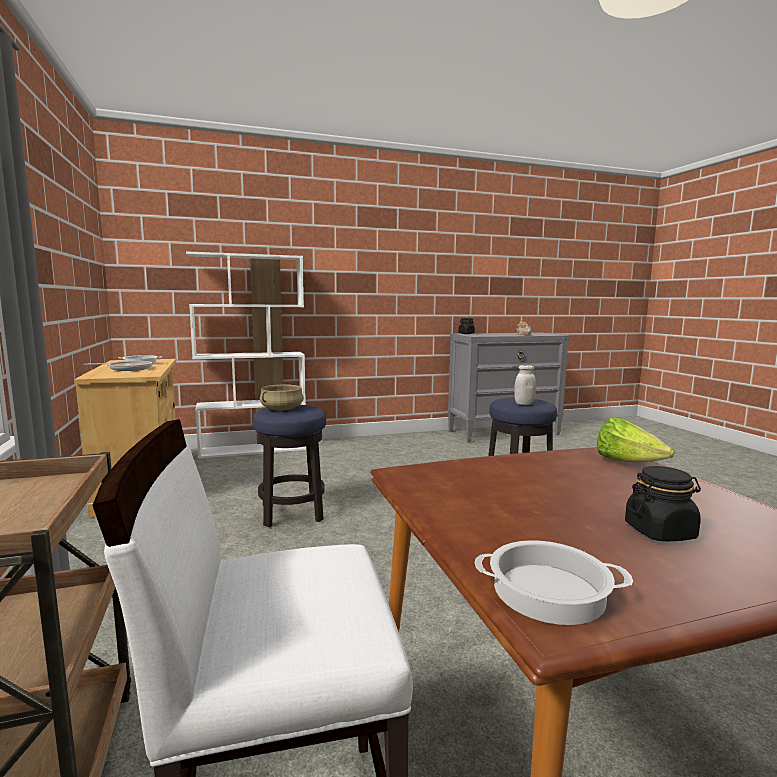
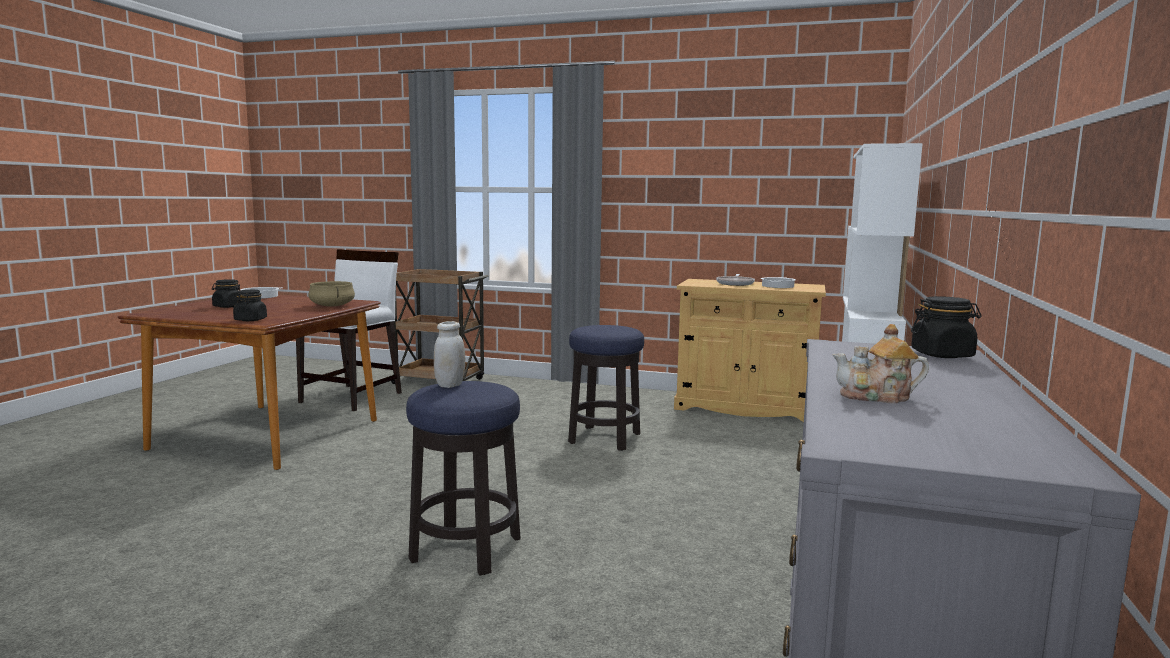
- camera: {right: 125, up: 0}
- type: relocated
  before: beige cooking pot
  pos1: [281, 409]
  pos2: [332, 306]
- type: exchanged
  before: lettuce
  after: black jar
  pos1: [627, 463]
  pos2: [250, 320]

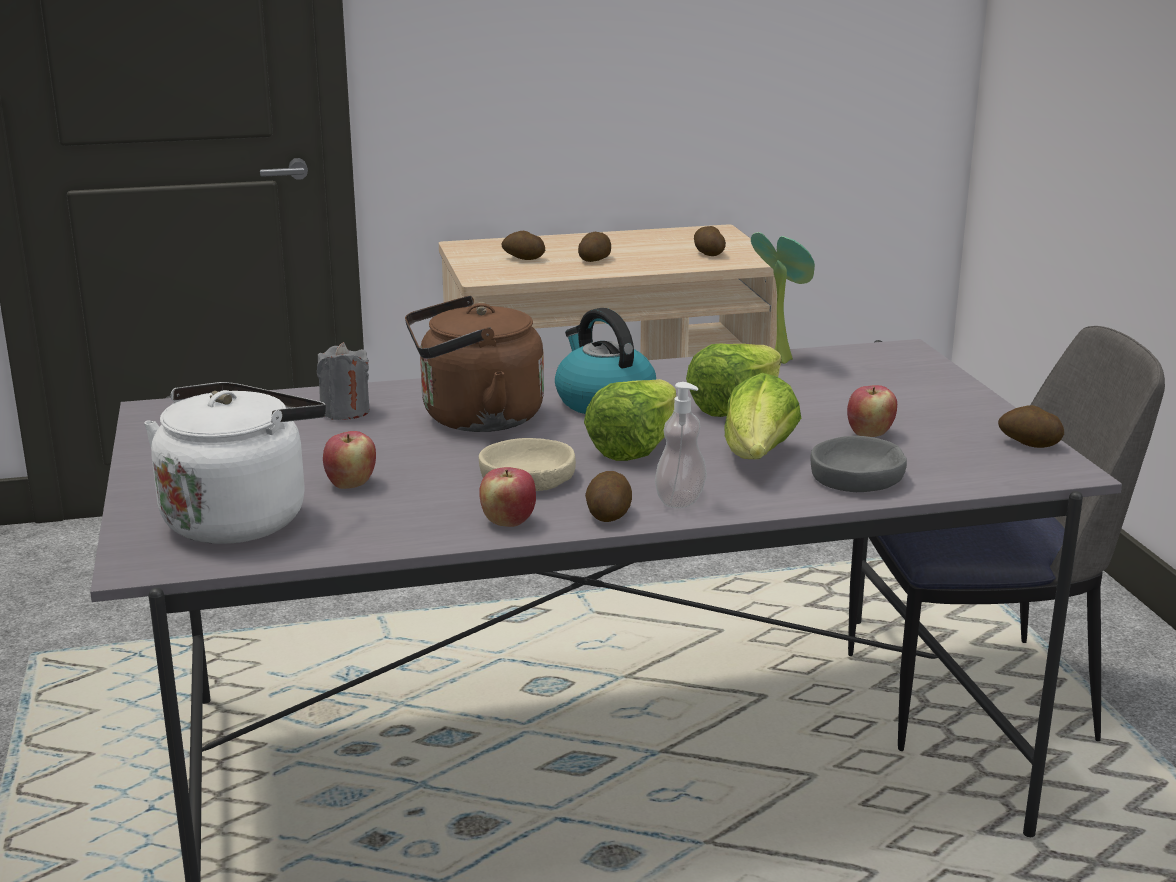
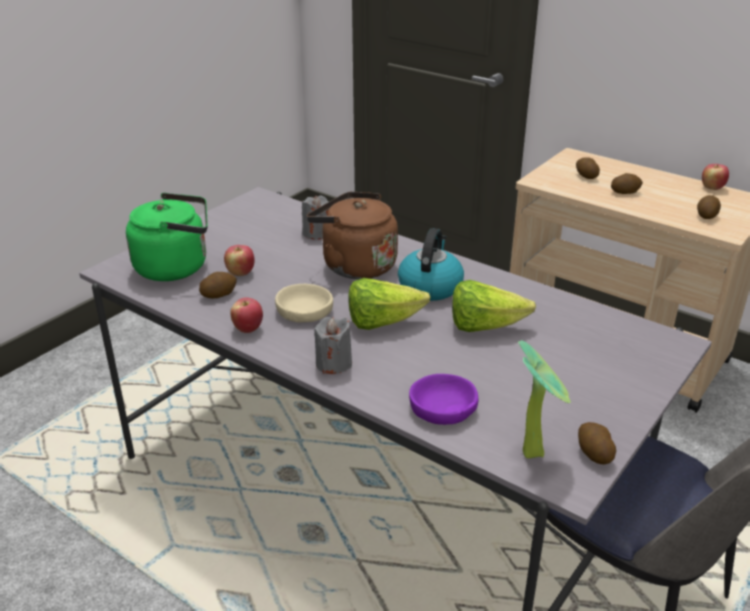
- camera: {right: 50, up: 10}
- type: relocated
  before: potted plant
  pos1: [780, 359]
  pos2: [535, 451]
- type: missing
  before: lettuce
  pos1: [758, 458]
- type: colour
  before: white kettle
  after: green kettle
  pos1: [240, 518]
  pos2: [176, 267]
- type: exchanged
  before: soap dispenser
  after: grey candle
  pos1: [680, 500]
  pos2: [333, 363]
- type: relocated
  before: apple
  pos1: [869, 433]
  pos2: [712, 188]
- type: colour
  before: grey bowl
  after: purple bowl
  pos1: [857, 477]
  pos2: [443, 407]
- type: relocated
  before: potato
  pos1: [608, 514]
  pos2: [219, 294]

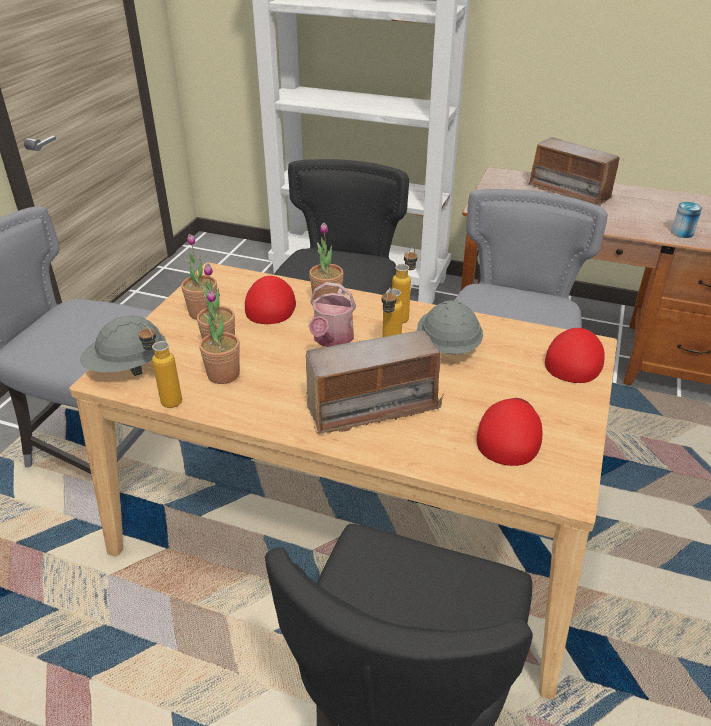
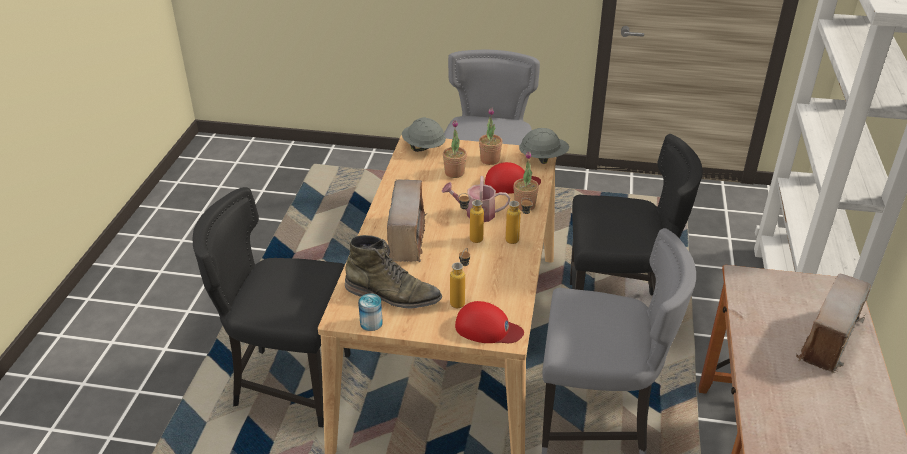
- camera: {right: 80, up: 0}
- type: relocated
  before: can
  pos1: [682, 233]
  pos2: [371, 323]
- type: missing
  before: potted plant
  pos1: [223, 374]
- type: relocated
  before: grey hard hat
  pos1: [447, 348]
  pos2: [543, 158]
- type: relocated
  before: bottle
  pos1: [166, 398]
  pos2: [460, 300]
- type: spun
  before: radio
  pos1: [372, 407]
  pos2: [406, 237]
  turn: -150
- type: exchanged
  before: red cap
  after: green boot
  pos1: [510, 433]
  pos2: [393, 295]

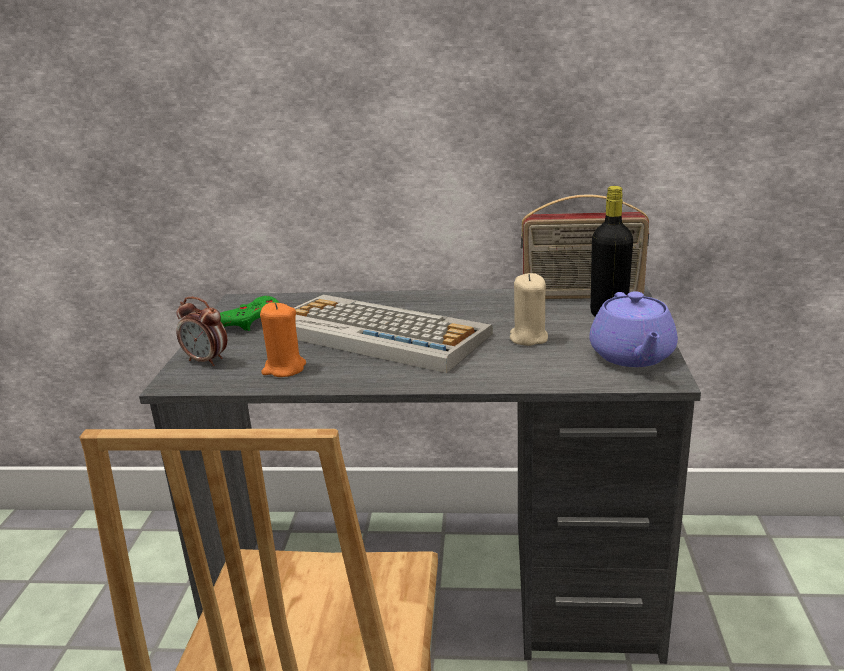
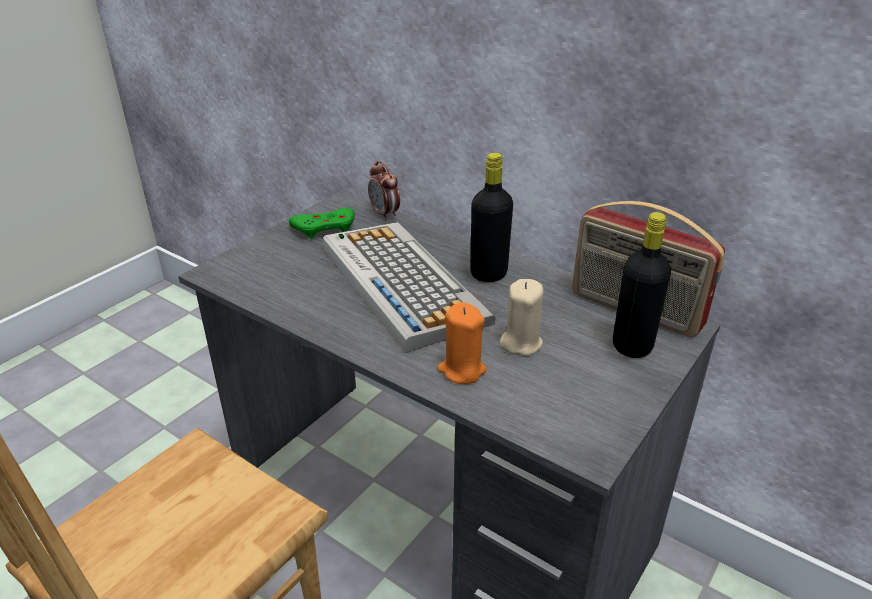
- camera: {right: 30, up: 10}
- type: missing
  before: purple teapot
  pos1: [632, 356]
- type: relocated
  before: alarm clock
  pos1: [206, 361]
  pos2: [385, 214]
- type: relocated
  before: orange candle
  pos1: [284, 369]
  pos2: [461, 370]
- type: appeared
  after: black bottle
  pos2: [488, 274]

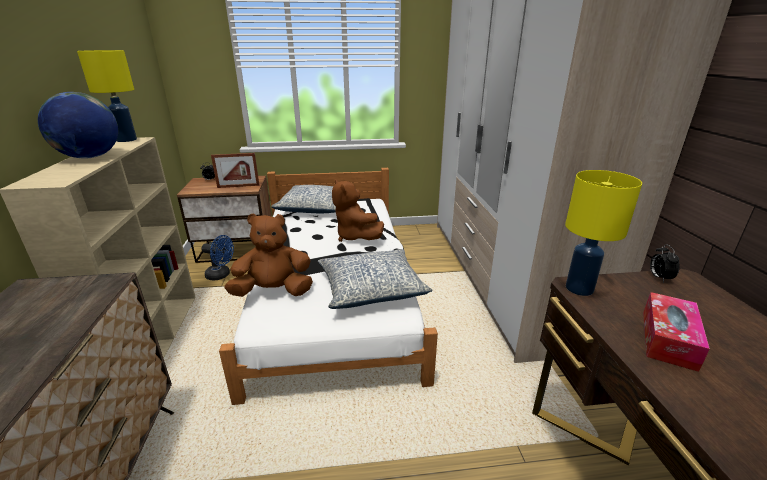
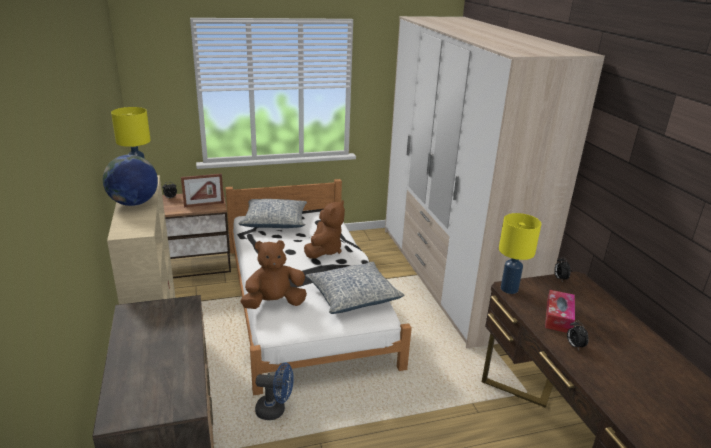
- camera: {right: -10, up: 0}
- type: spun
  before: brown plush toy
  pos1: [355, 236]
  pos2: [324, 250]
  turn: -120
- type: relocated
  before: blue fan
  pos1: [221, 275]
  pos2: [275, 410]
- type: appeared
  after: alarm clock
  pos2: [574, 345]

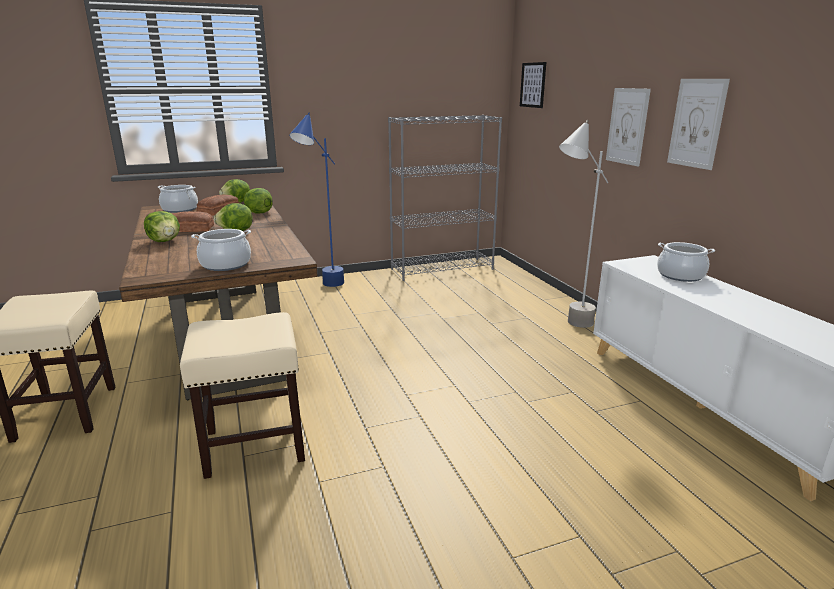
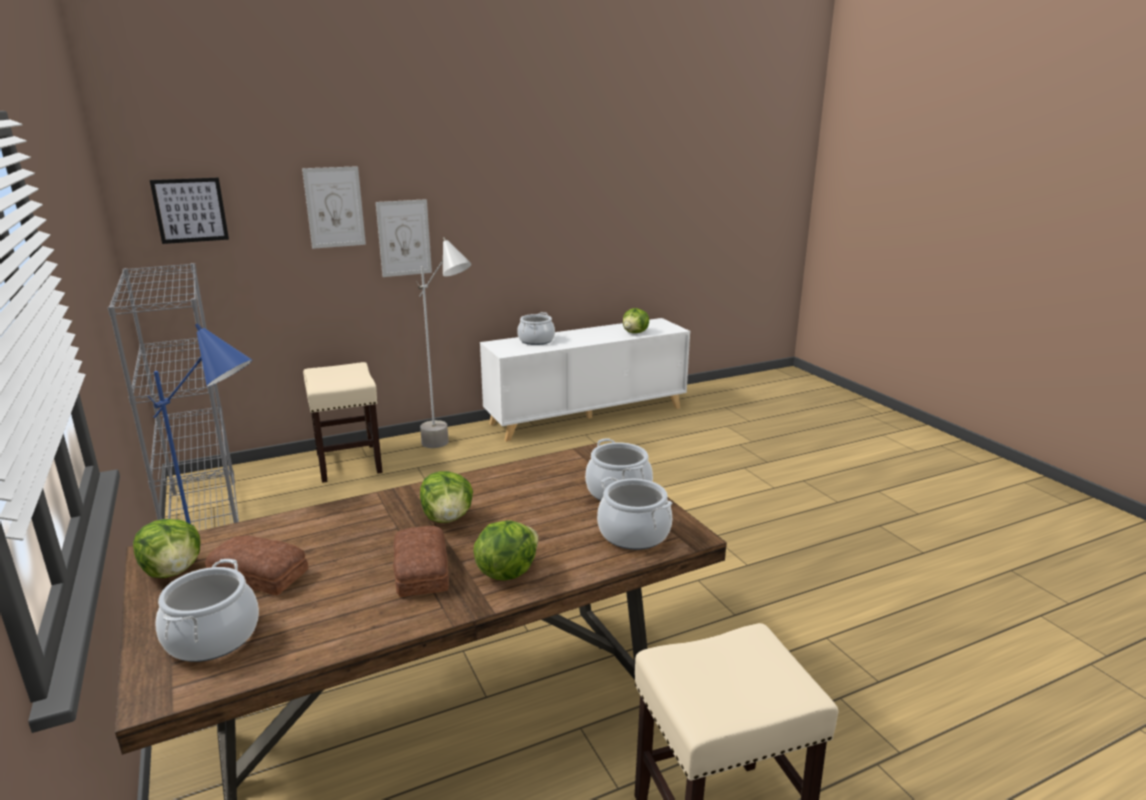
- camera: {right: -95, up: 0}
- type: relocated
  before: picture
  pos1: [696, 123]
  pos2: [334, 207]
- type: relocated
  before: lettuce
  pos1: [258, 213]
  pos2: [635, 333]
- type: relocated
  before: beige stool
  pos1: [253, 446]
  pos2: [349, 463]
- type: appeared
  after: cooking pot
  pos2: [634, 533]

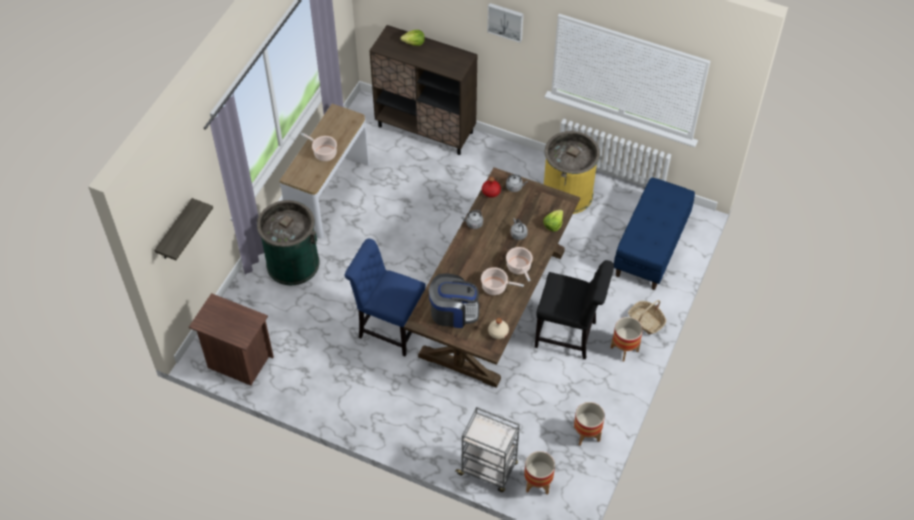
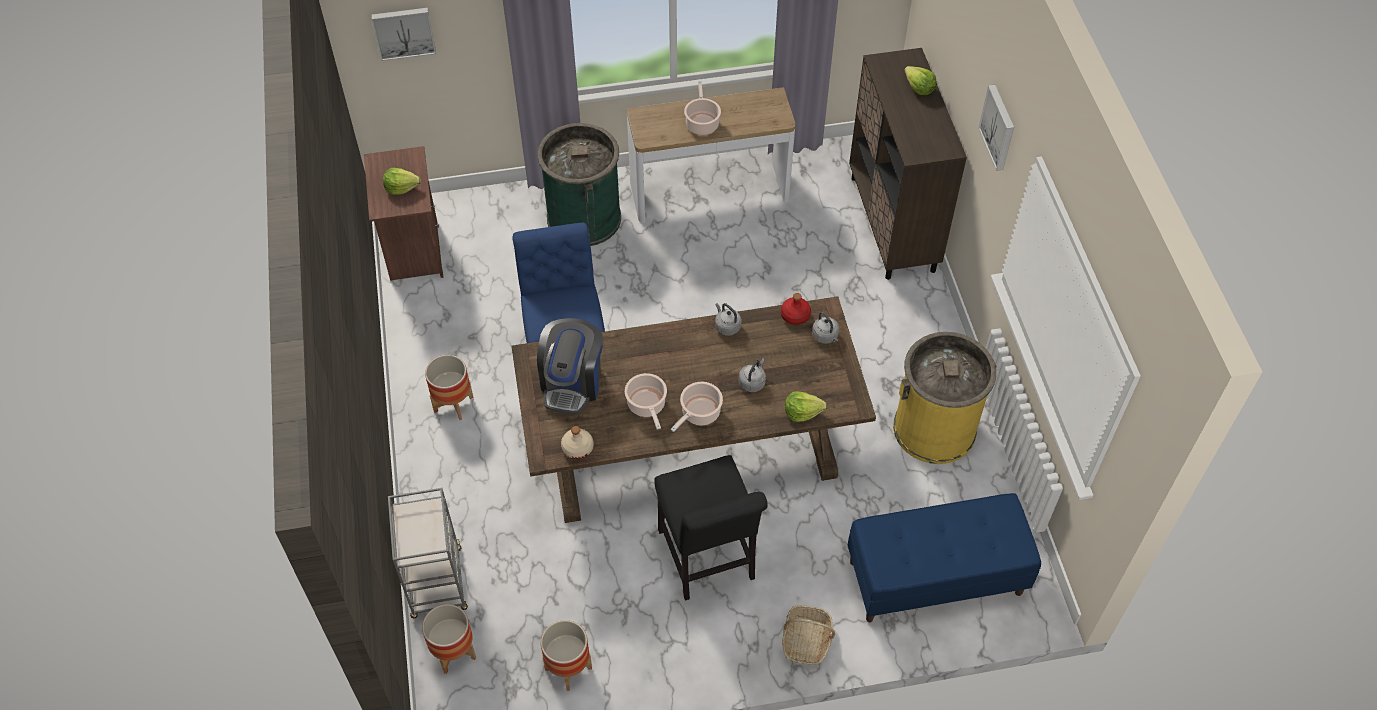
- camera: {right: 55, up: 0}
- type: exchanged
  before: shelf
  after: picture
  pos1: [175, 231]
  pos2: [404, 32]
- type: spun
  before: coffee machine
  pos1: [453, 312]
  pos2: [572, 383]
  turn: 45
- type: relocated
  before: planter
  pos1: [624, 349]
  pos2: [453, 404]
- type: appeared
  after: lettuce
  pos2: [401, 187]

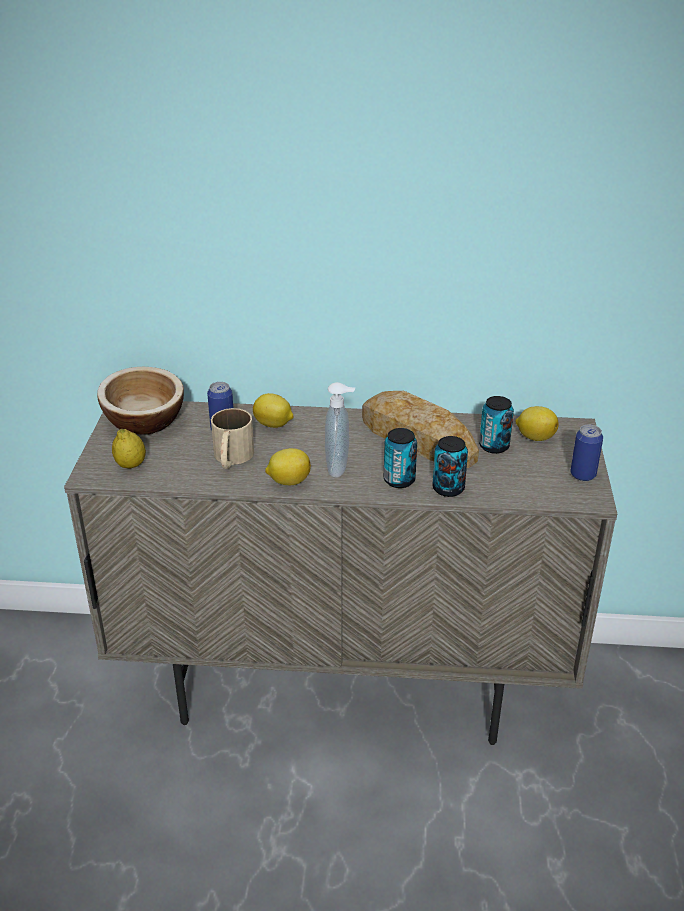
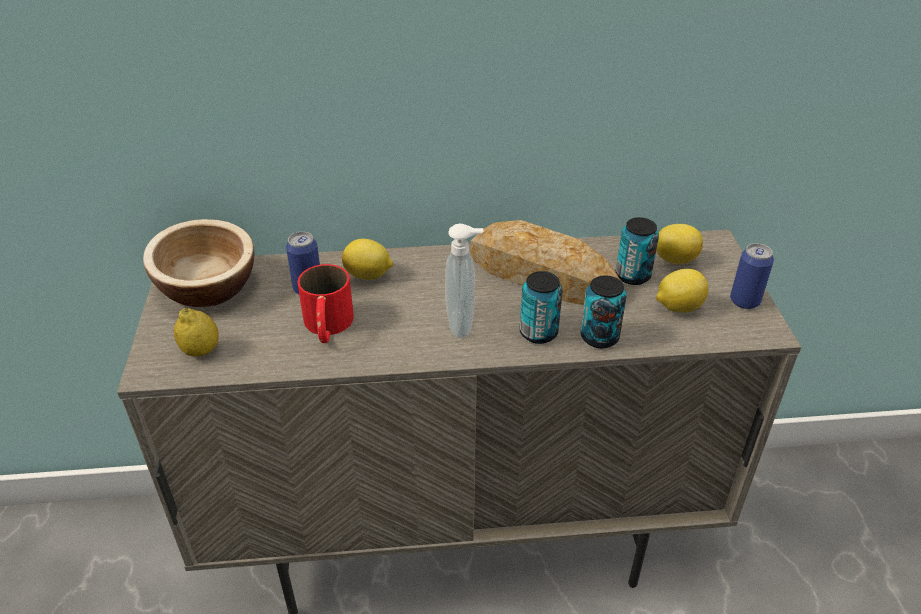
- camera: {right: -10, up: 5}
- type: colour
  before: beige mug
  after: red mug
  pos1: [231, 459]
  pos2: [327, 327]
- type: relocated
  before: lemon
  pos1: [288, 481]
  pos2: [678, 307]

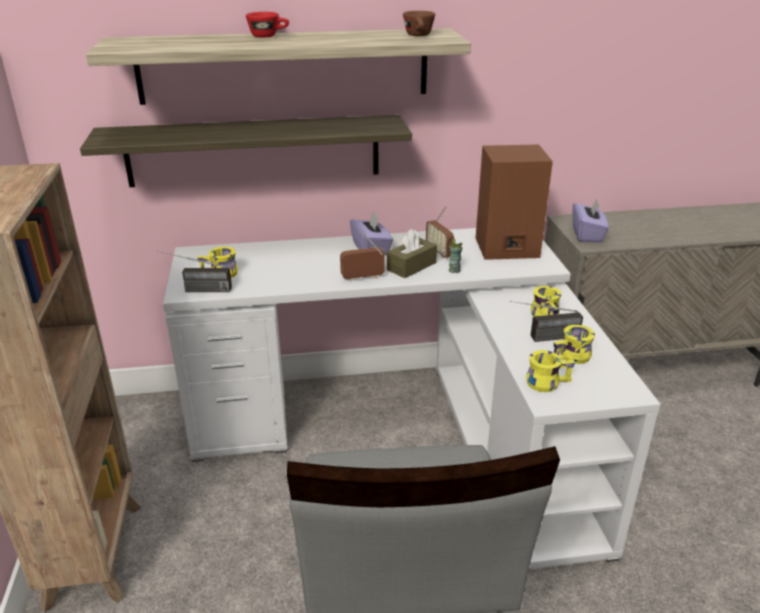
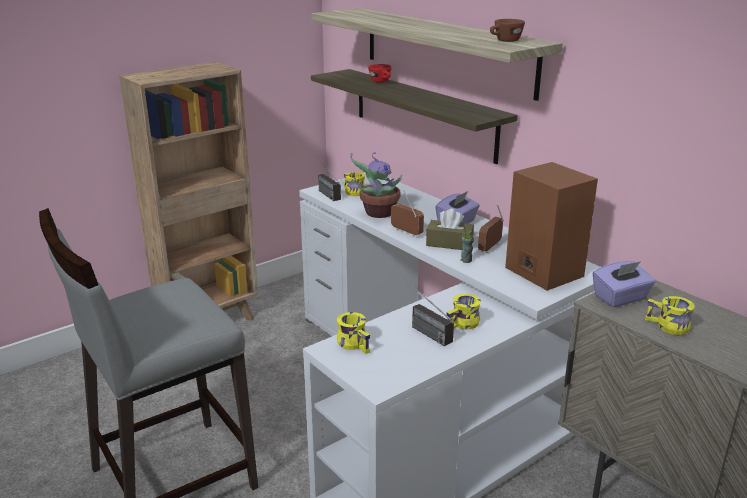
- camera: {right: 60, up: -5}
- type: relocated
  before: red cup
  pos1: [268, 36]
  pos2: [381, 82]
- type: relocated
  before: yellow mug
  pos1: [572, 358]
  pos2: [667, 327]
- type: appeared
  after: potted plant
  pos2: [378, 213]

